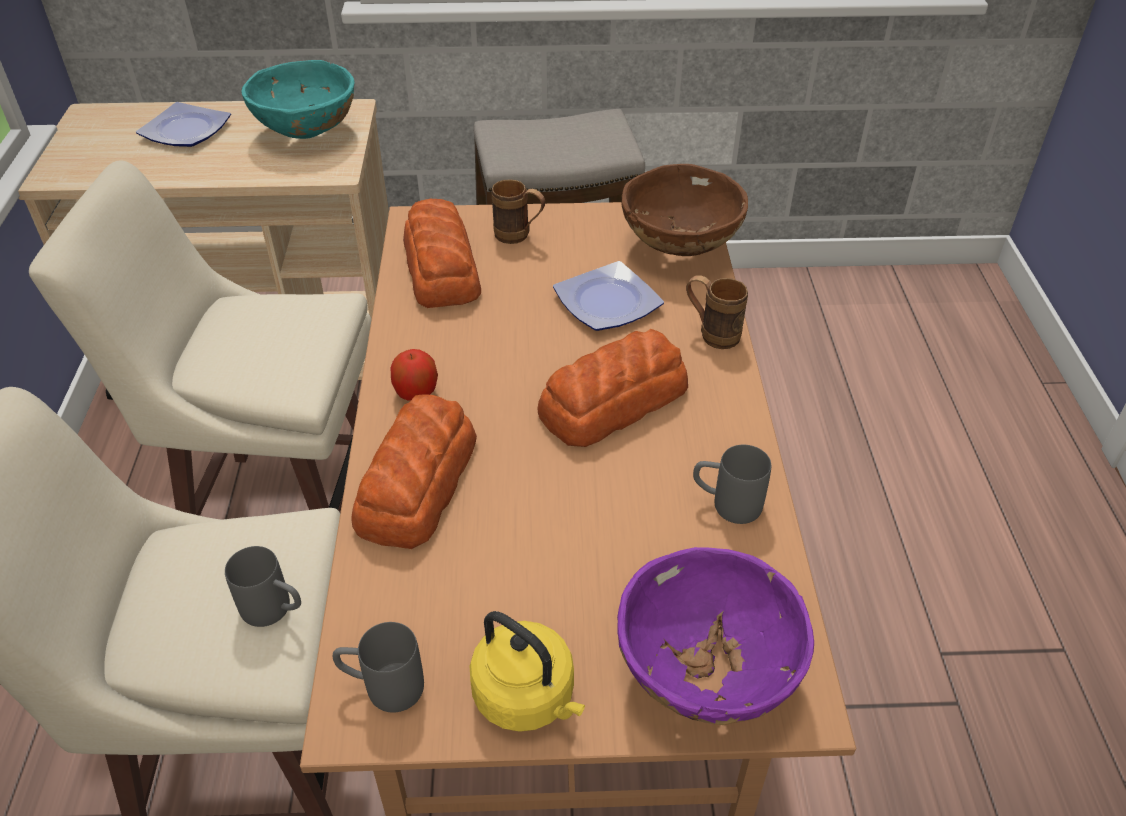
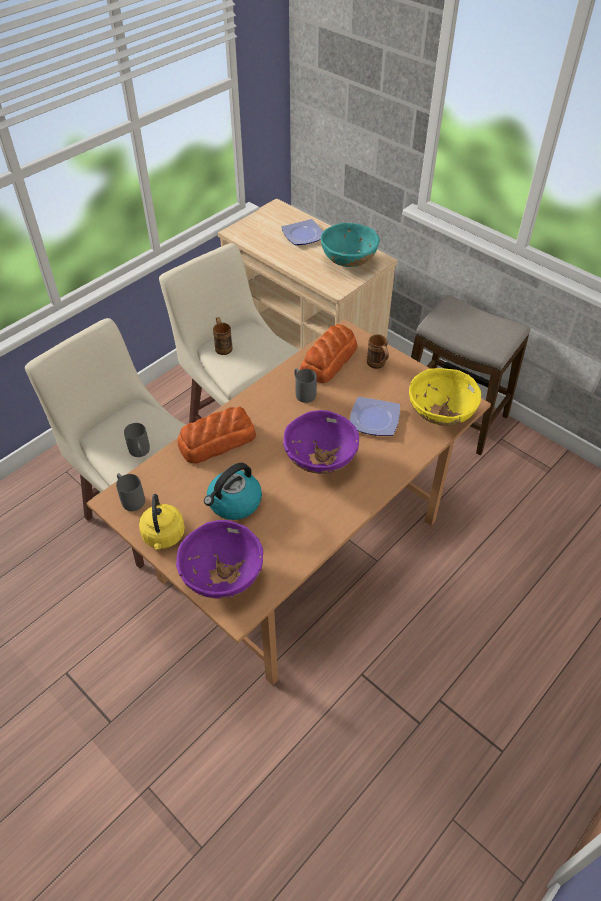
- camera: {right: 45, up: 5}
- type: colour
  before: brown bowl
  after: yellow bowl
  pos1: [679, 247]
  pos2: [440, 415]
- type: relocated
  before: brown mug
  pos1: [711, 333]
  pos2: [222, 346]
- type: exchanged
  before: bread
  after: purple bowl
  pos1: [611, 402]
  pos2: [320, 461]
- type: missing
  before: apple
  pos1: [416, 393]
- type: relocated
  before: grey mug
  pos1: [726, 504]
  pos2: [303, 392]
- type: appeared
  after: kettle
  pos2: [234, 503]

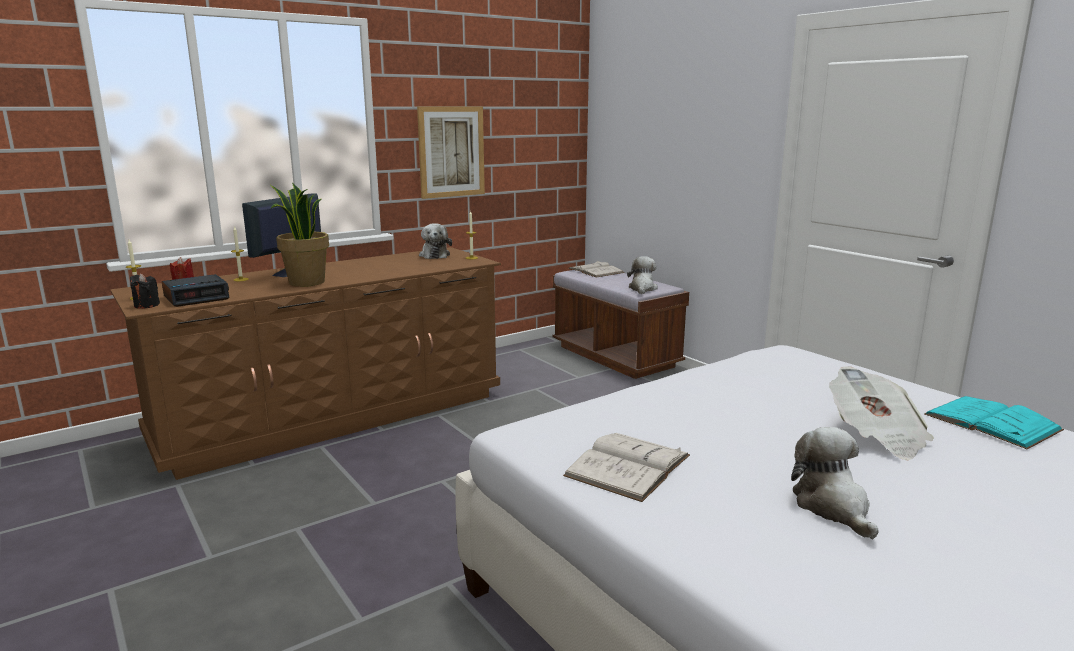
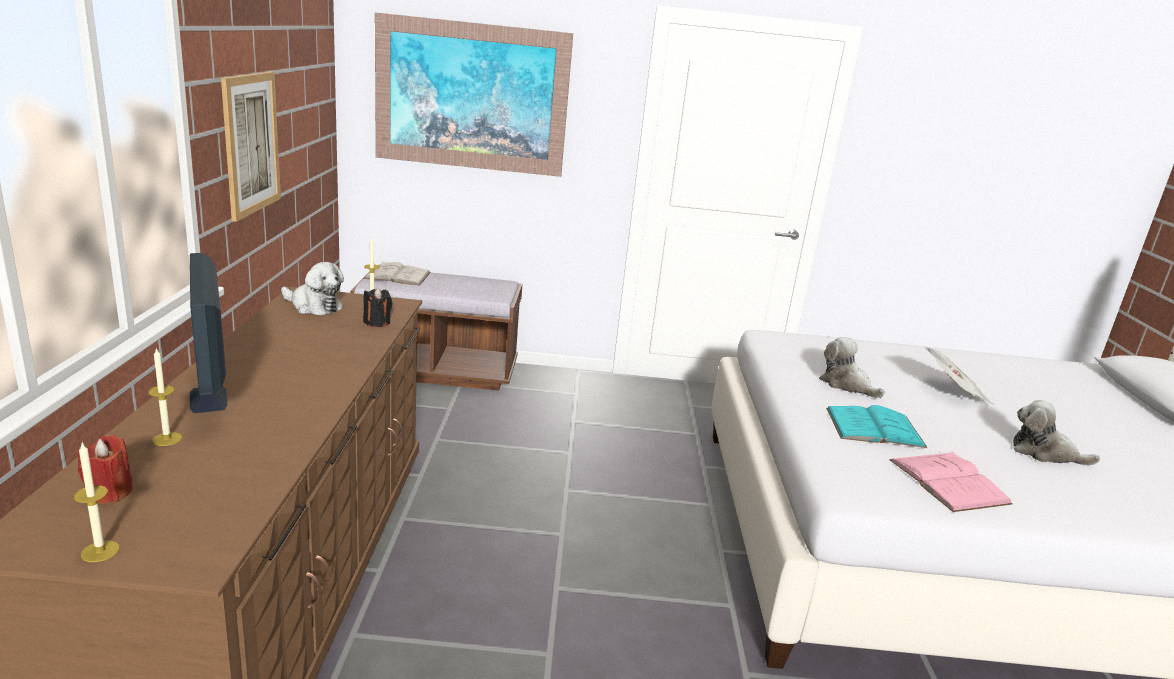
- camera: {right: -55, up: 5}
- type: missing
  before: potted plant
  pos1: [306, 282]
- type: relocated
  before: plush toy
  pos1: [642, 289]
  pos2: [846, 385]
- type: relocated
  before: black candle
  pos1: [146, 305]
  pos2: [377, 322]
- type: missing
  before: alarm clock
  pos1: [197, 297]
- type: relocated
  before: turquoise book
  pos1: [992, 422]
  pos2: [874, 427]
- type: colour
  before: white book
  after: pink book
  pos1: [628, 465]
  pos2: [948, 481]
- type: appeared
  after: picture
  pos2: [471, 97]

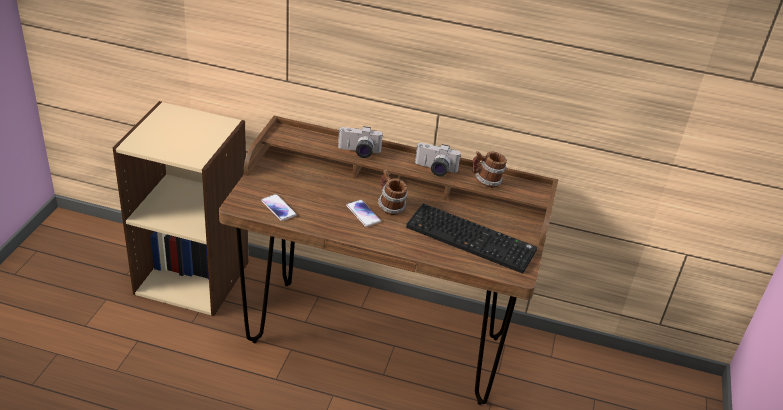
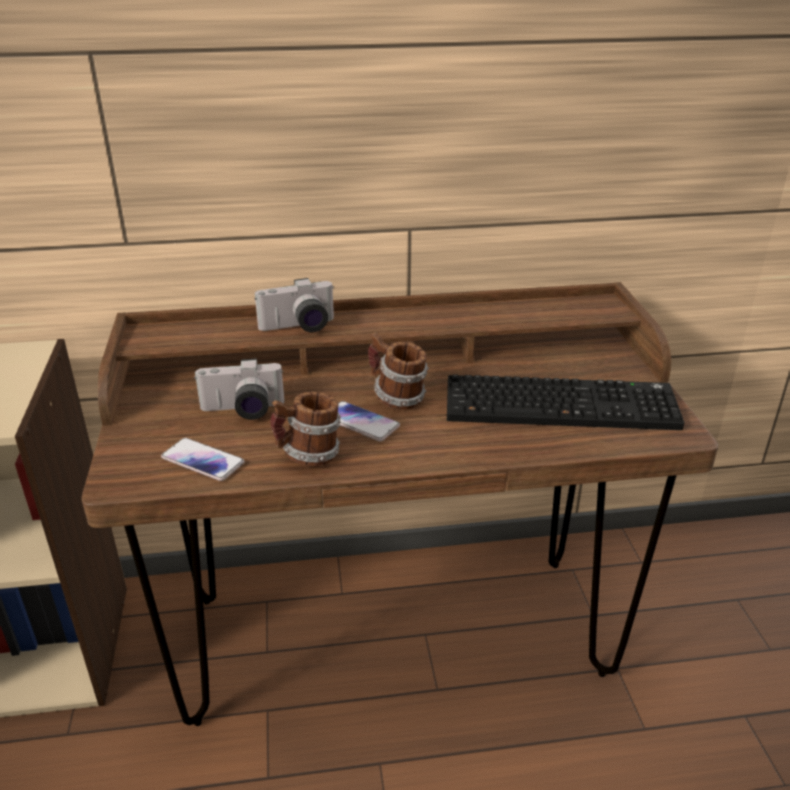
- camera: {right: -20, up: -5}
- type: relocated
  before: photo camera
  pos1: [435, 170]
  pos2: [242, 411]
- type: relocated
  before: mug
  pos1: [486, 182]
  pos2: [309, 456]

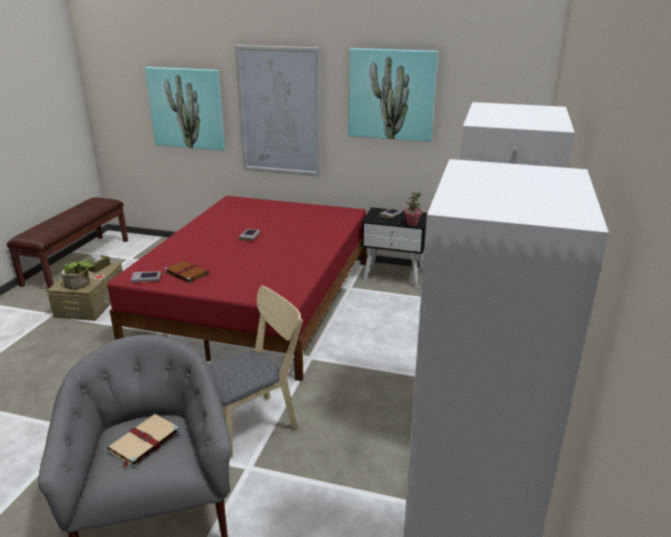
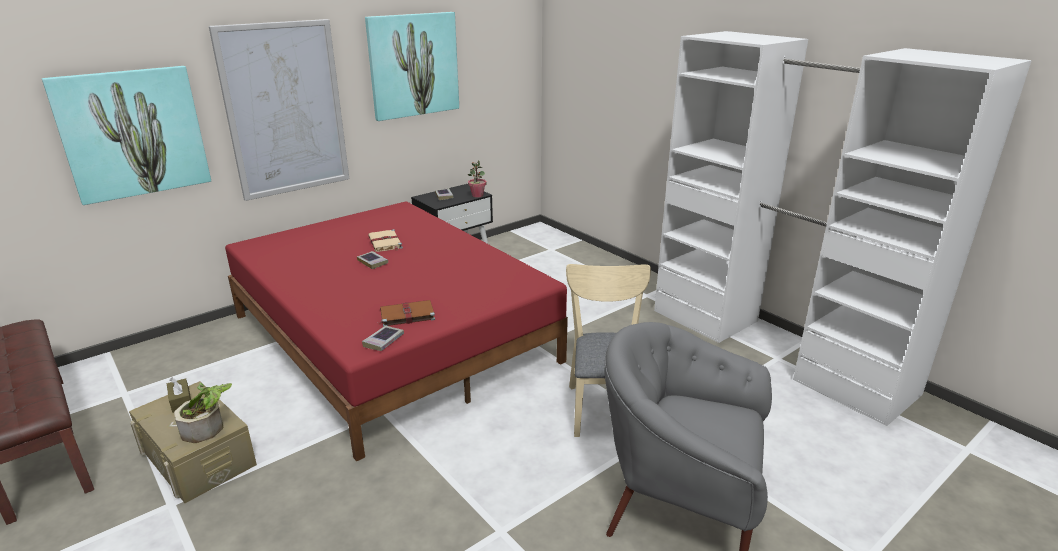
- camera: {right: -55, up: 0}
- type: relocated
  before: beige book
  pos1: [143, 442]
  pos2: [385, 243]

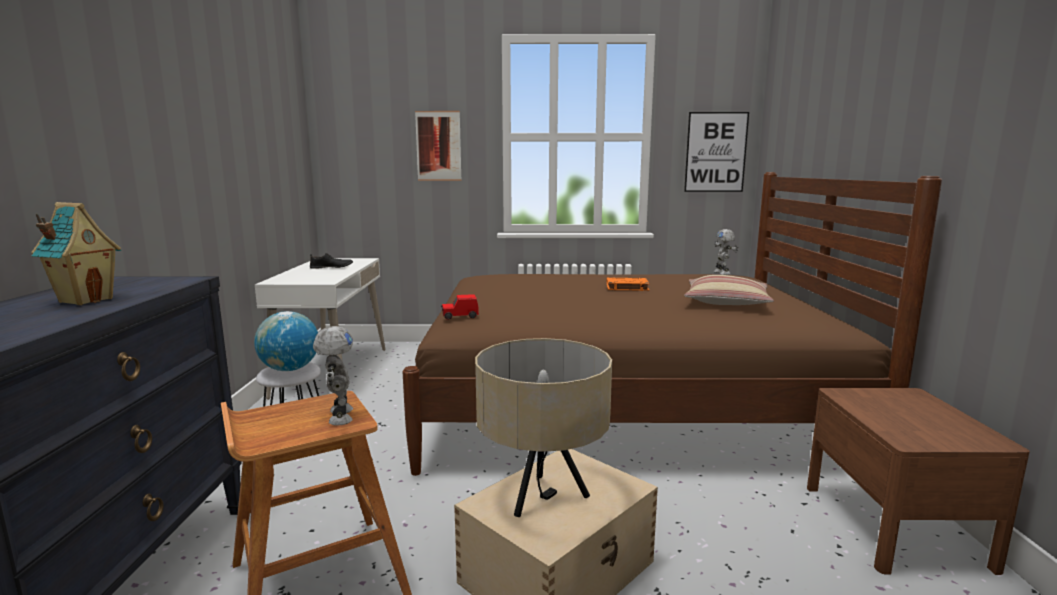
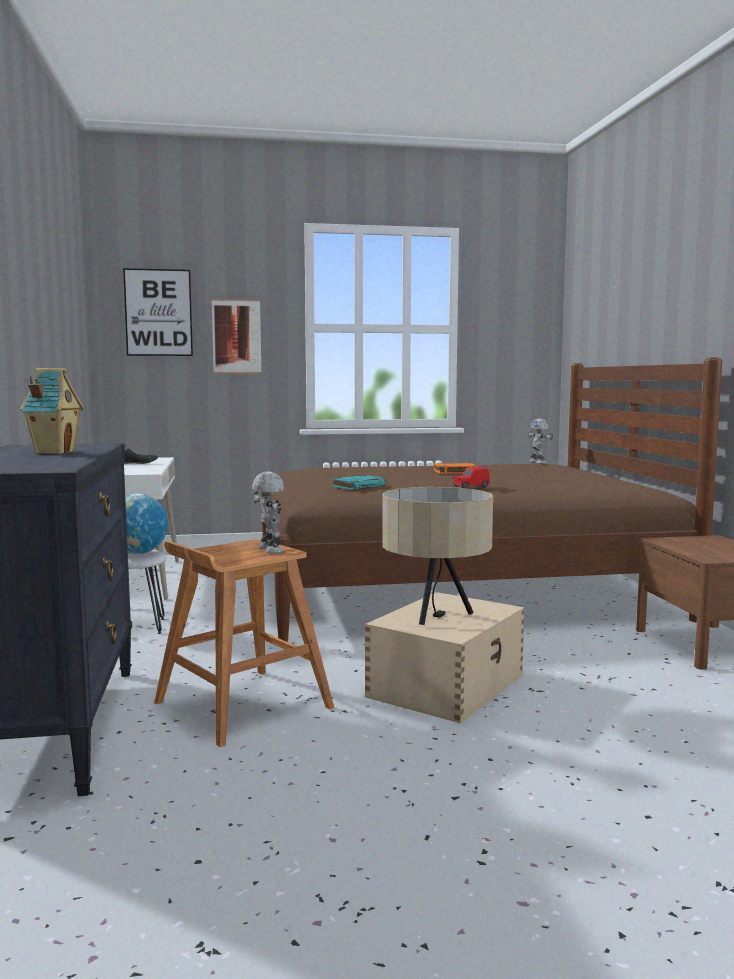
- camera: {right: -10, up: -5}
- type: relocated
  before: picture
  pos1: [715, 152]
  pos2: [158, 312]
- type: missing
  before: pillow
  pos1: [726, 302]
- type: relocated
  before: red toy car
  pos1: [460, 316]
  pos2: [470, 487]
- type: appeared
  after: turquoise book
  pos2: [358, 486]

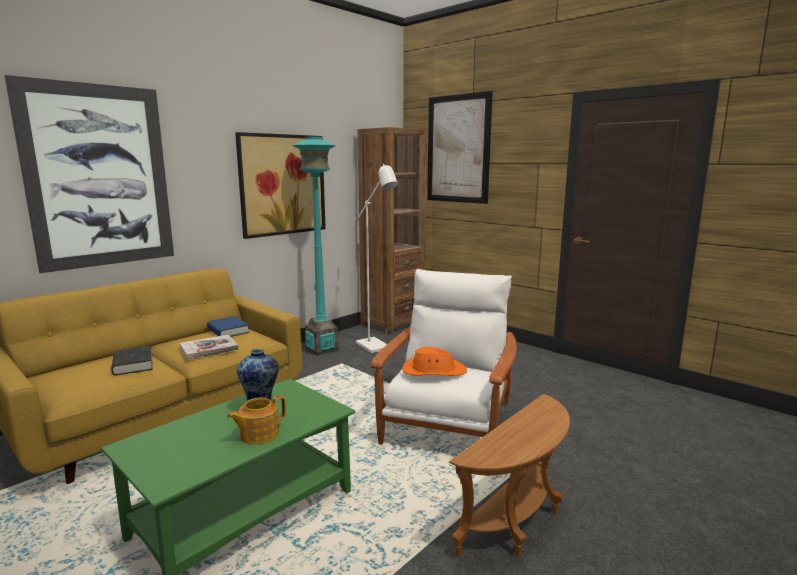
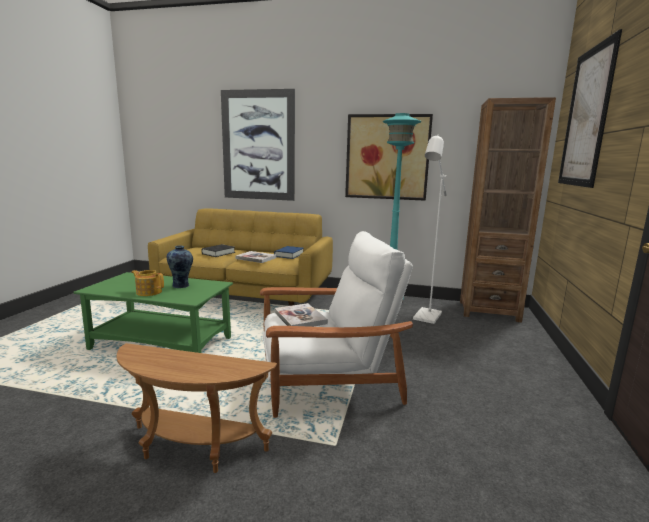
- camera: {right: 60, up: 0}
- type: exchanged
  before: orange hat
  after: book
  pos1: [433, 371]
  pos2: [300, 318]

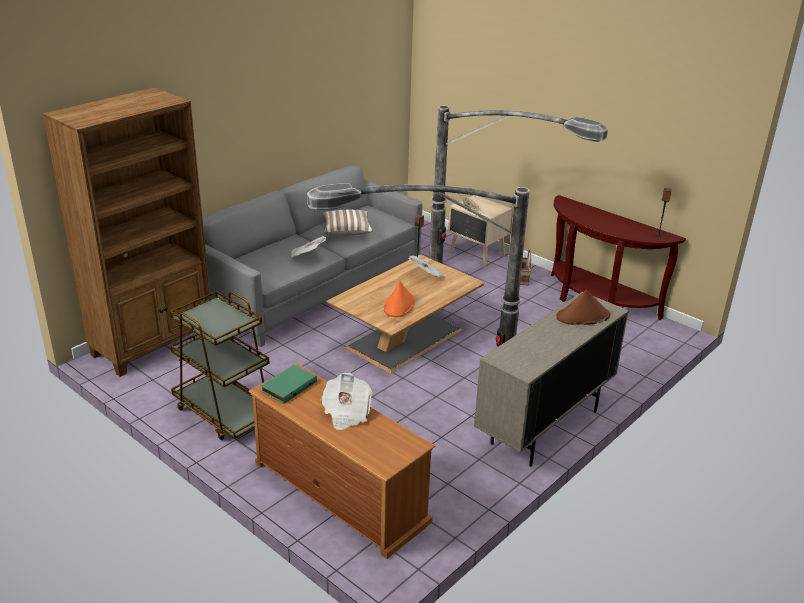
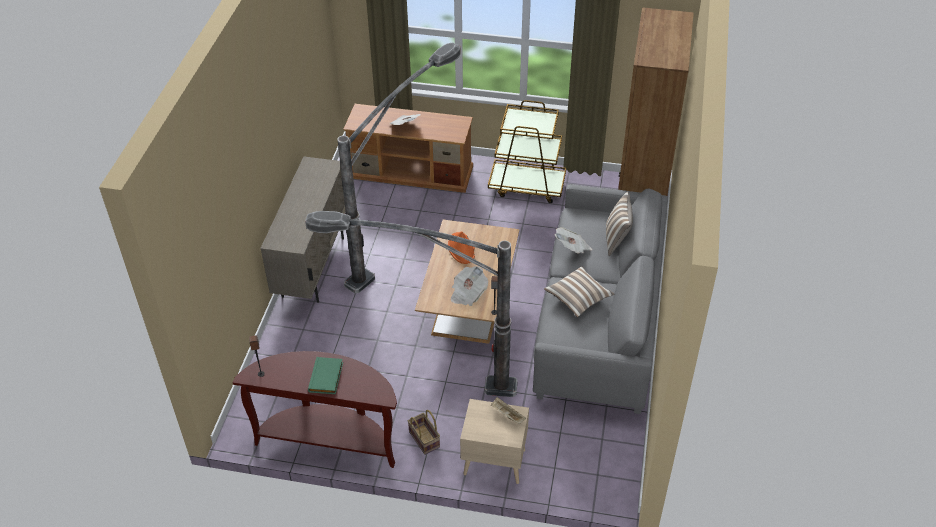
- camera: {right: 150, up: 15}
- type: missing
  before: brown hat
  pos1: [583, 316]
- type: relocated
  before: green book
  pos1: [288, 386]
  pos2: [327, 377]
- type: appeared
  after: pillow
  pos2: [617, 240]

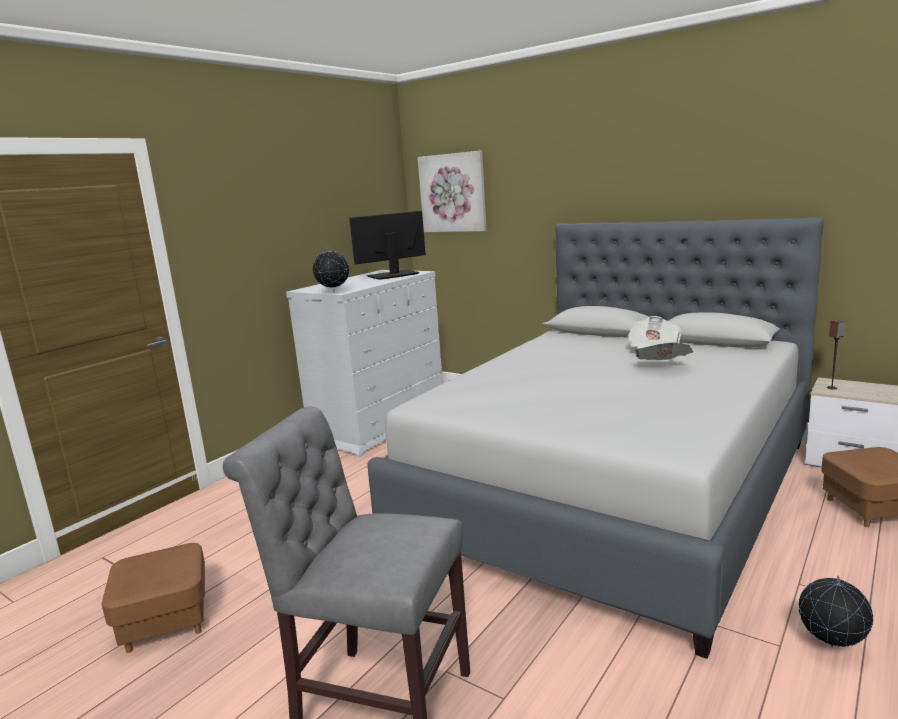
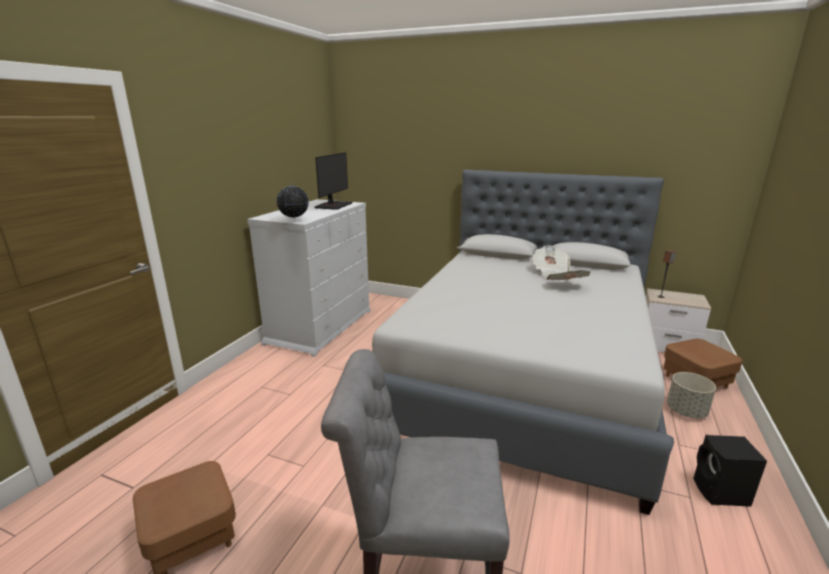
- camera: {right: -15, up: 5}
- type: missing
  before: picture
  pos1: [453, 193]
- type: spun
  before: monitor
  pos1: [393, 275]
  pos2: [333, 205]
  turn: 150
- type: exchanged
  before: globe
  after: black speaker
  pos1: [830, 646]
  pos2: [721, 493]
- type: appeared
  after: grey planter
  pos2: [686, 411]

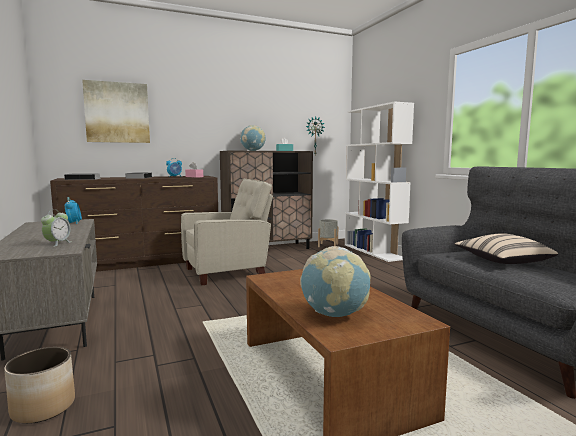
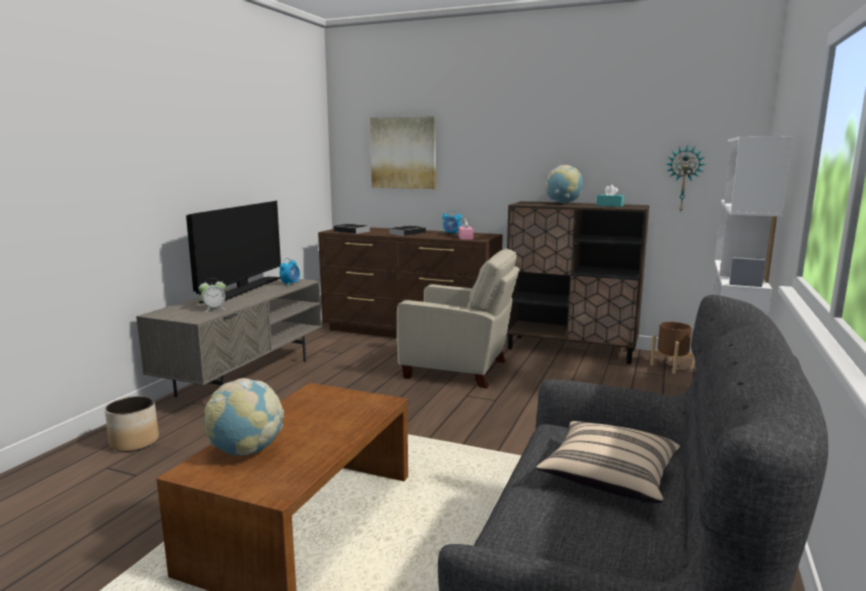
- camera: {right: 45, up: 5}
- type: colour
  before: grey planter
  after: brown planter
  pos1: [328, 245]
  pos2: [671, 366]
- type: appeared
  after: television
  pos2: [242, 290]

